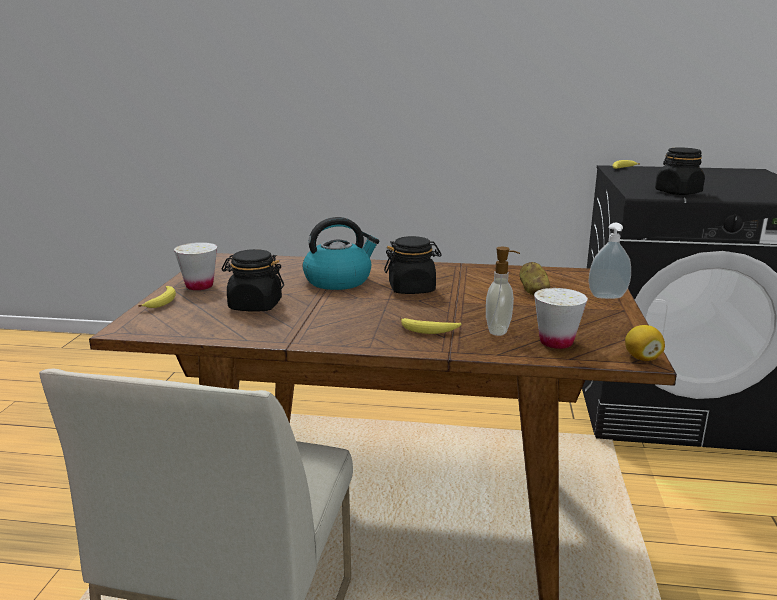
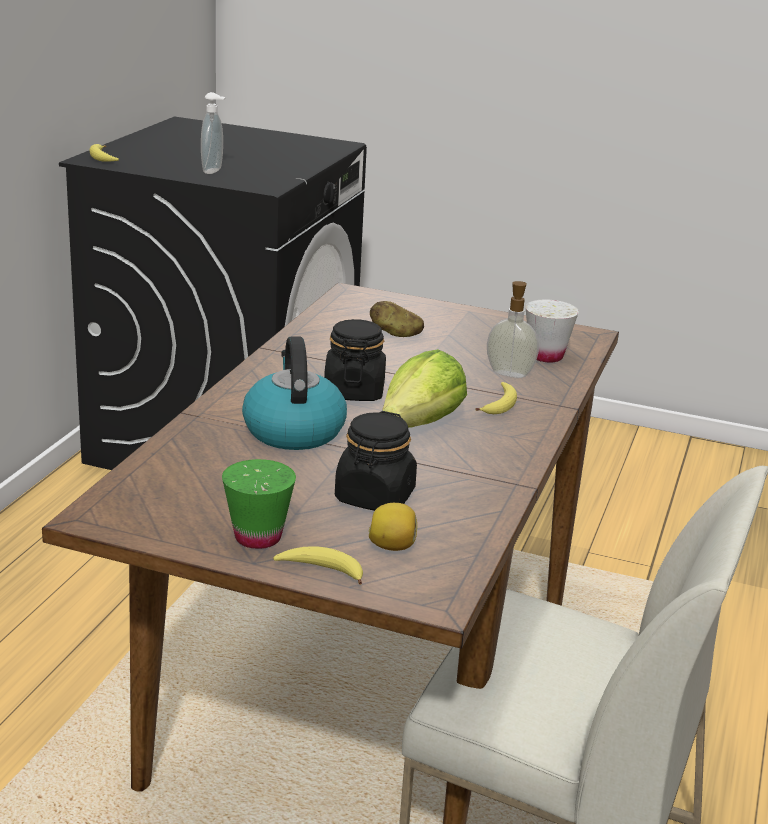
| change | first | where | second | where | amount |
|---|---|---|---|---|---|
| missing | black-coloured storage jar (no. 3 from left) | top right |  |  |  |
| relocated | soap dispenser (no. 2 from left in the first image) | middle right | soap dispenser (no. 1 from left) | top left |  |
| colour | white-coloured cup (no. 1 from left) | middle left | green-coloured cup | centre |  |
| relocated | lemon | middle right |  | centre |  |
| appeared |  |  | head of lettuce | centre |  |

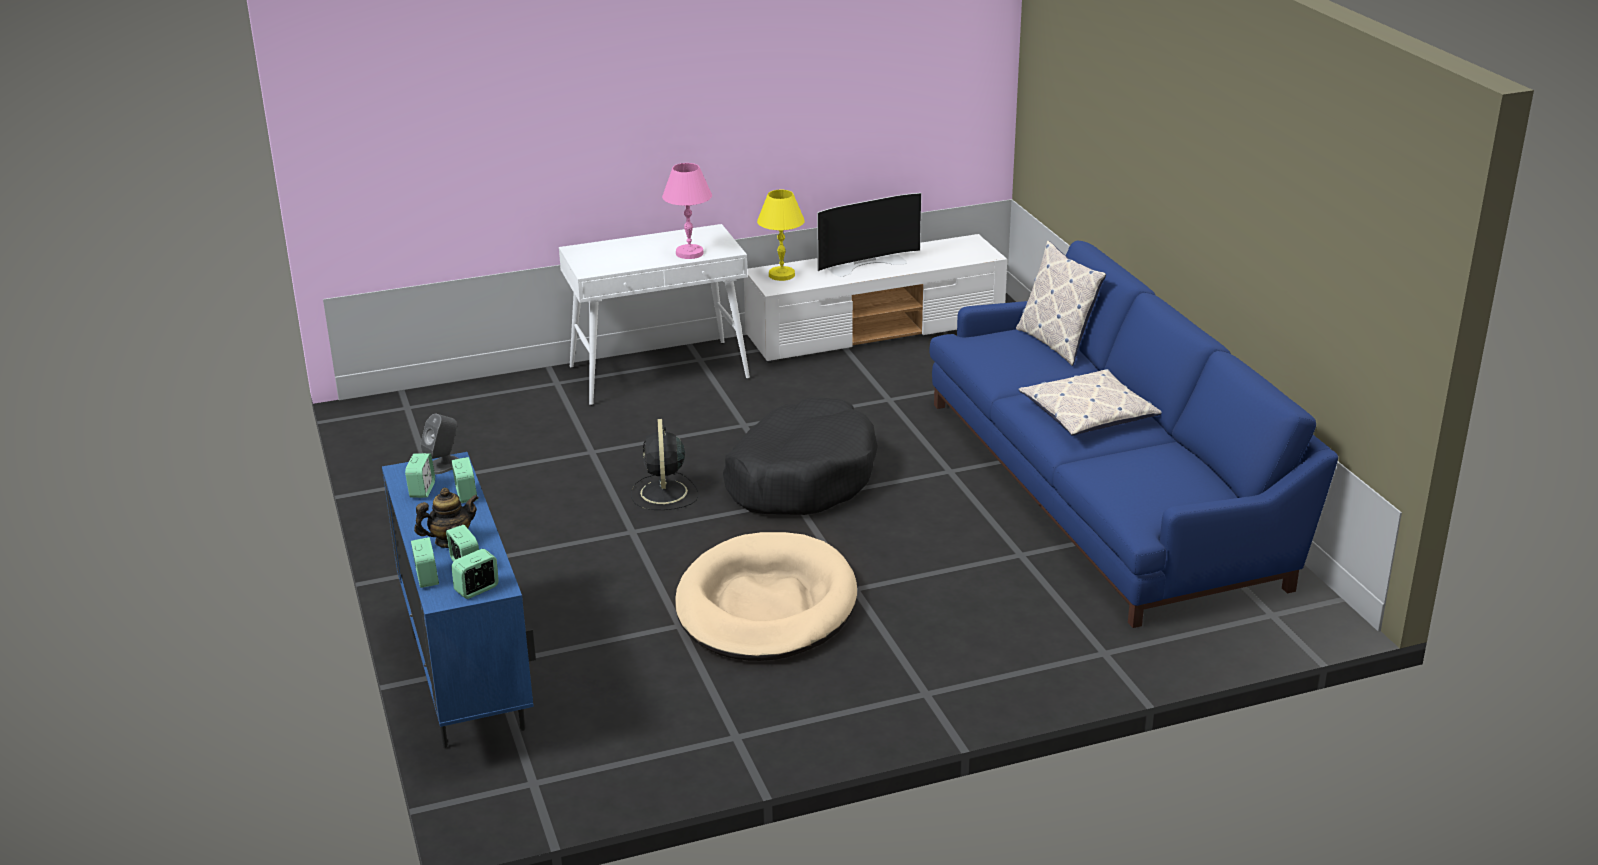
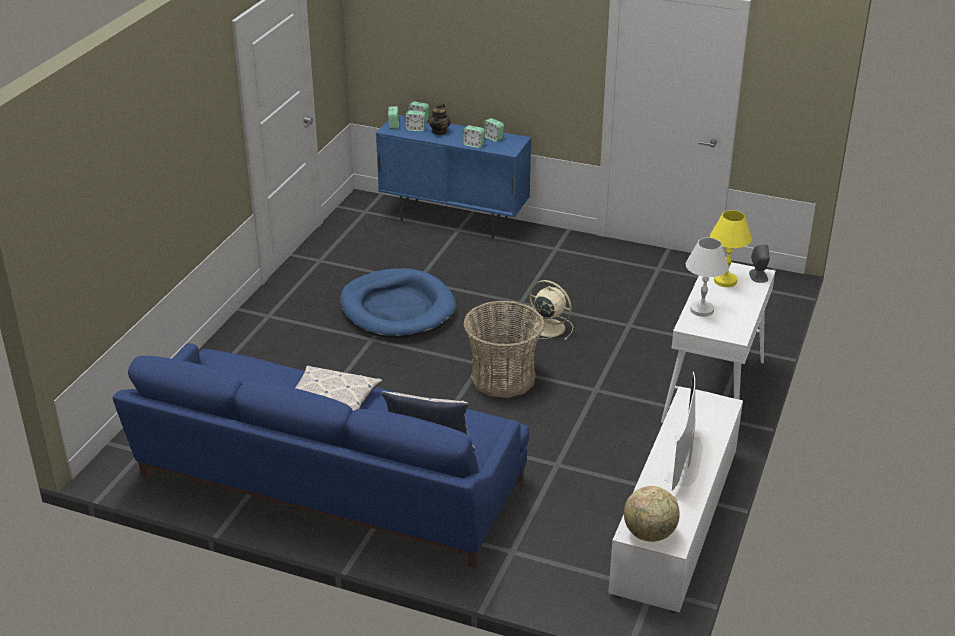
| change | first | where | second | where | amount |
|---|---|---|---|---|---|
| colour | pinkish tabletop lamp | top centre | white-coloured tabletop lamp | middle right |  |
| relocated | yellowish tabletop lamp | top centre |  | middle right |  |
| exchanged | black-coloured dog cushion | centre | household basket | centre |  |
| relocated | greyish loudspeaker | middle left |  | middle right |  |
| colour | black-coloured fan | centre | sand-coloured fan | centre |  |
| colour | sand-coloured dog cushion | bottom centre | bluish dog cushion | centre |  |
| appeared |  |  | world globe | bottom right |  |

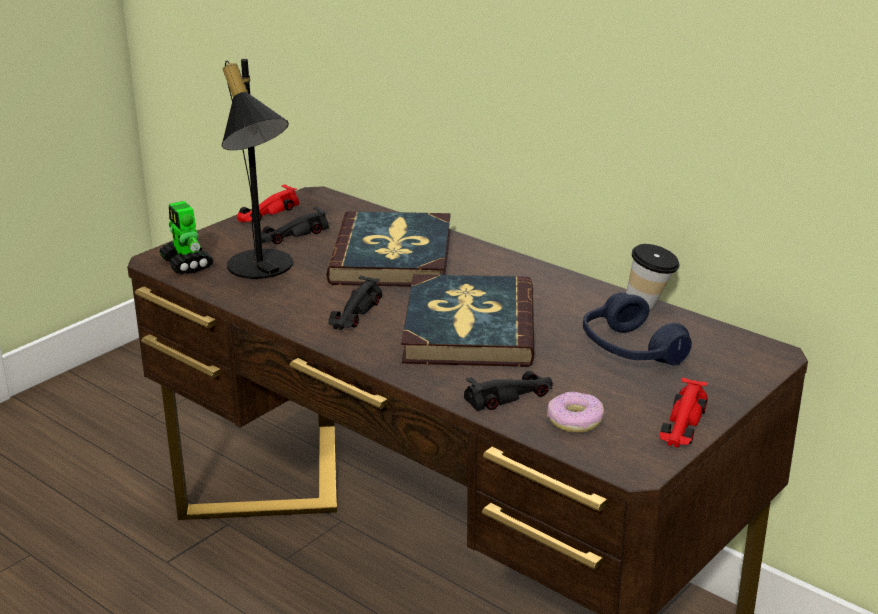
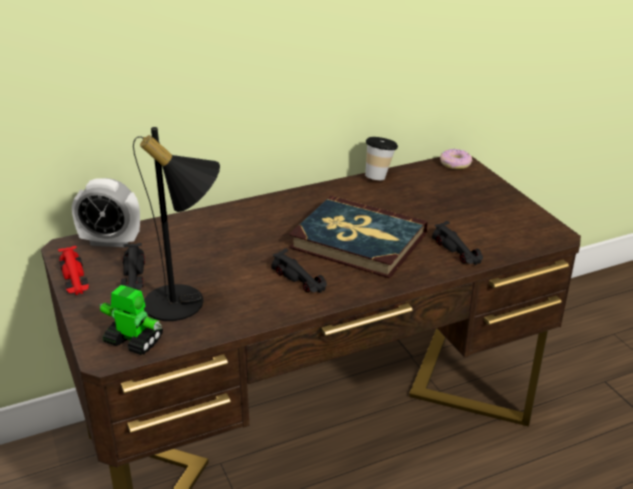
| change | first | where | second | where | amount |
|---|---|---|---|---|---|
| spun | toy robot | middle left |  | middle left | 150 degrees counterclockwise |
| missing | volume (no. 1 from left) | centre |  |  |  |
| missing | bluish headphones | middle right |  |  |  |
| spun | black-coloured miniature car (no. 3 from left) | centre |  | middle right | 150 degrees clockwise |
| missing | reddish miniature car (no. 2 from left) | bottom right |  |  |  |
| relocated | doughnut | bottom centre |  | top right |  |
| appeared |  |  | alarm clock | middle left |  |

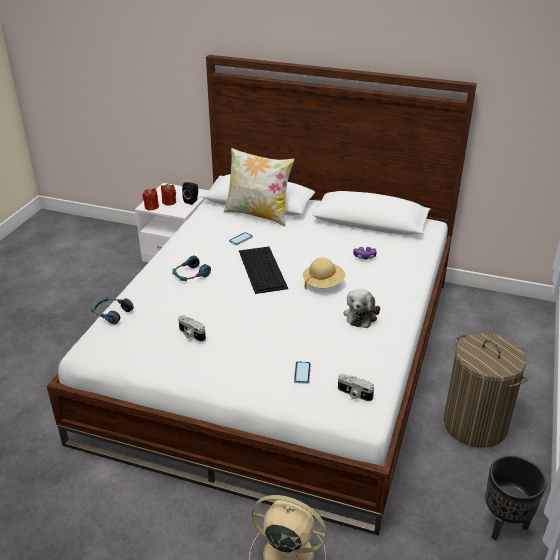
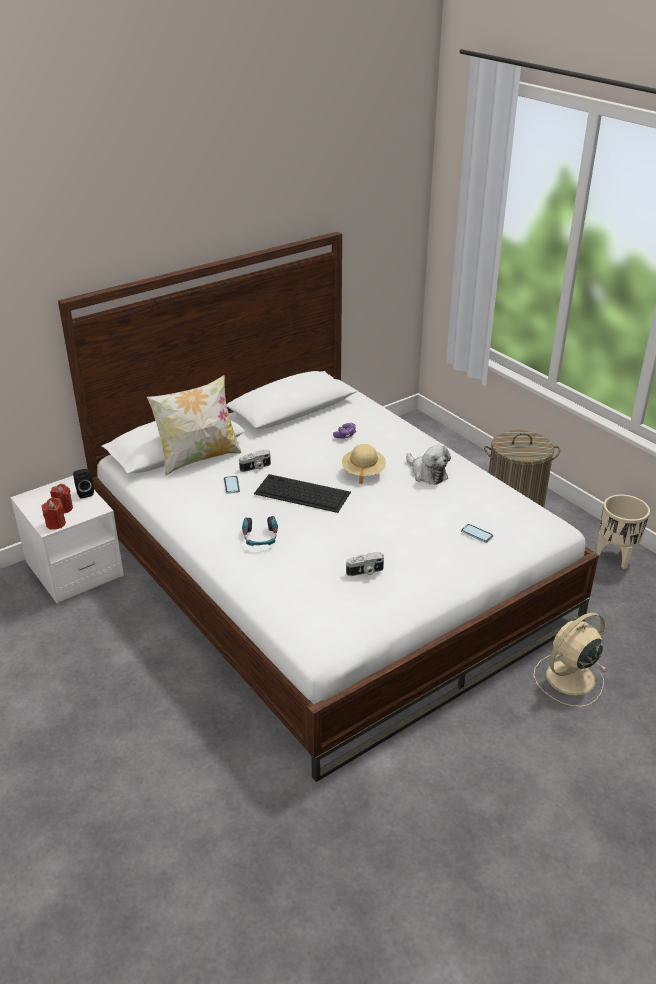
| change | first | where | second | where | amount |
|---|---|---|---|---|---|
| missing | headphones (no. 1 from left) | middle left |  |  |  |
| relocated | photo camera (no. 2 from left in the first image) | bottom centre | photo camera (no. 1 from left) | centre |  |
| colour | black-coloured flower pot | bottom right | sand-coloured flower pot | middle right |  |

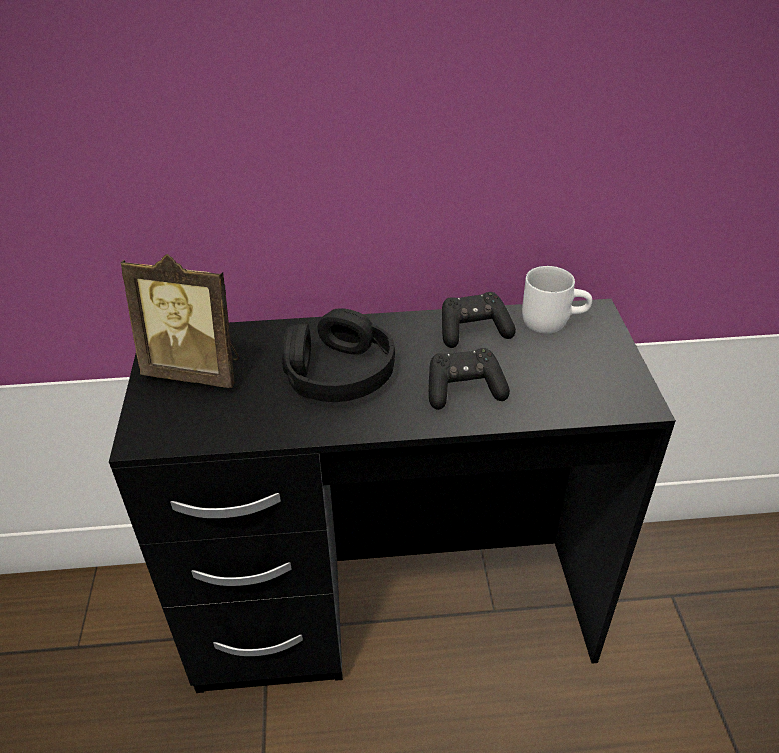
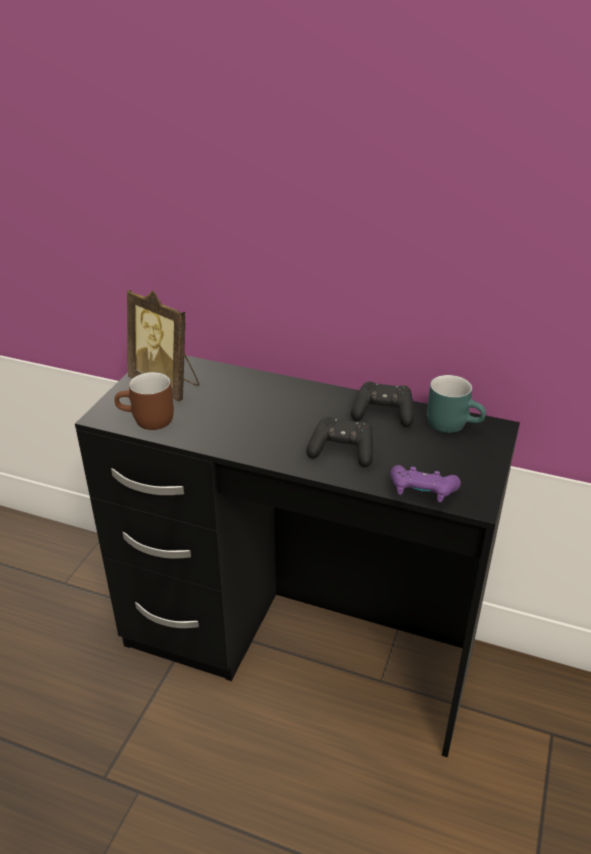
| change | first | where | second | where | amount |
|---|---|---|---|---|---|
| colour | white-coloured coffee mug | middle right | turquoise coffee mug | middle right |  |
| missing | black-coloured headphones | centre |  |  |  |
| appeared |  |  | brown coffee mug | middle left |  |
| appeared |  |  | purplish game controller | middle right |  |

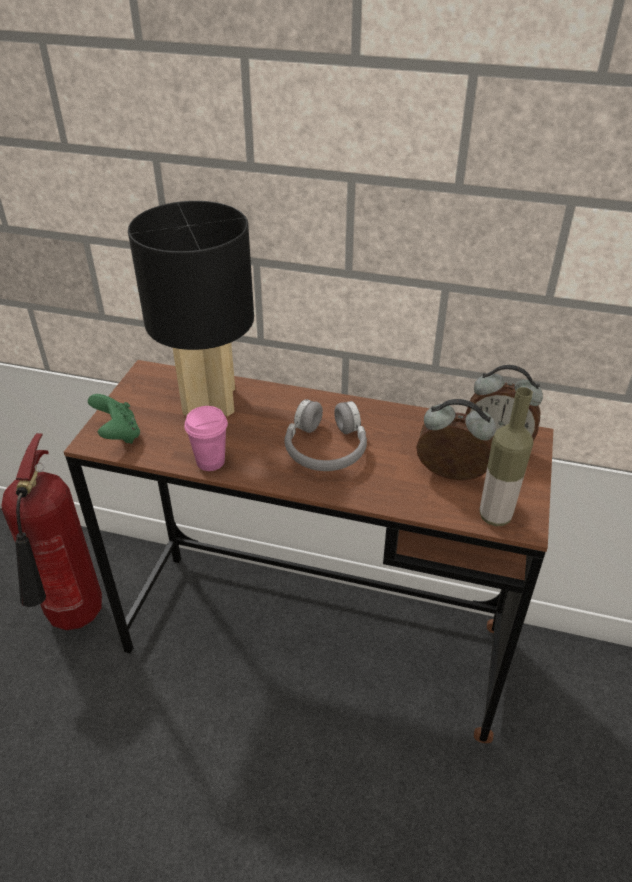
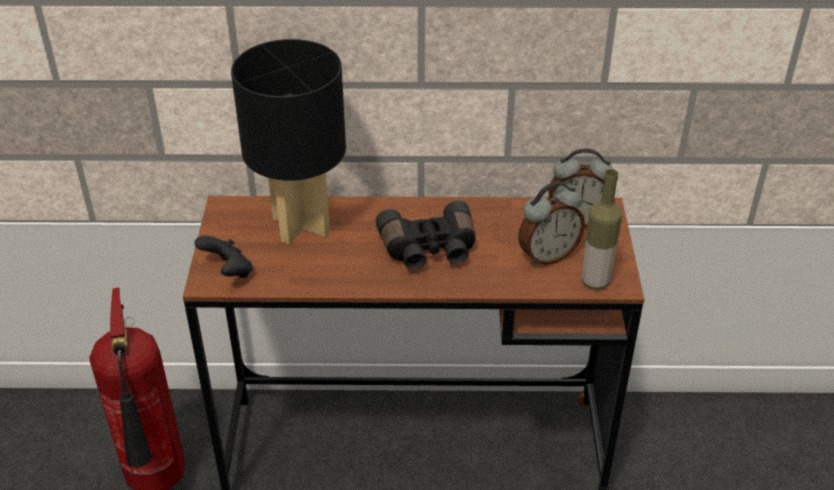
| change | first | where | second | where | amount |
|---|---|---|---|---|---|
| colour | green-coloured game controller | middle left | black-coloured game controller | middle left |  |
| exchanged | greyish headphones | centre | black-coloured binoculars | centre |  |
| spun | alarm clock (no. 1 from left) | middle right |  | centre | 150 degrees clockwise |
| missing | pinkish cup | middle left |  |  |  |

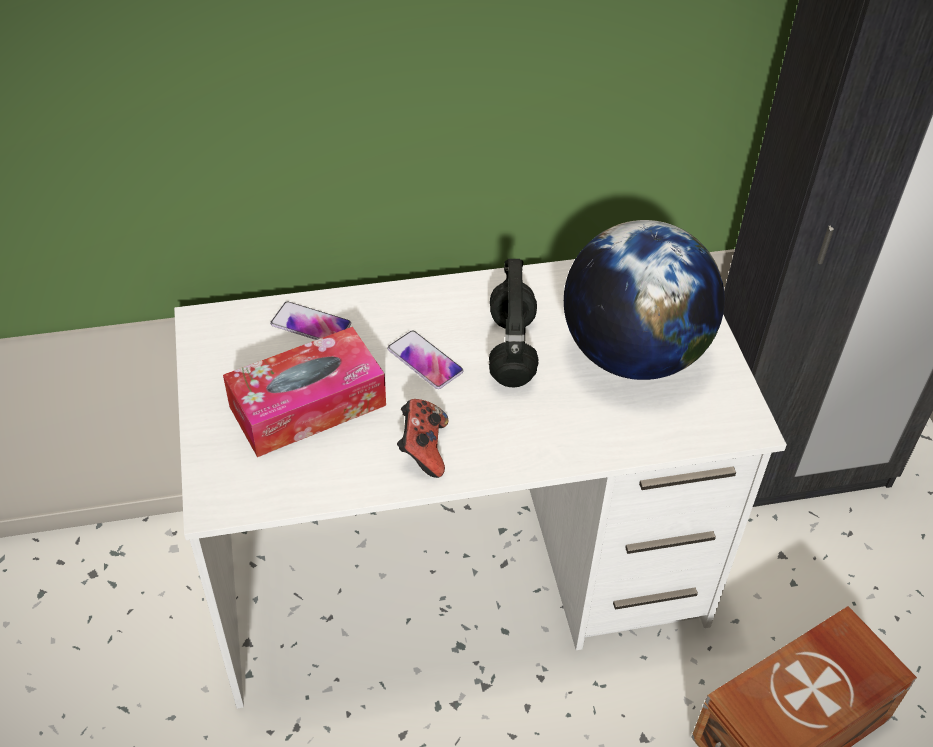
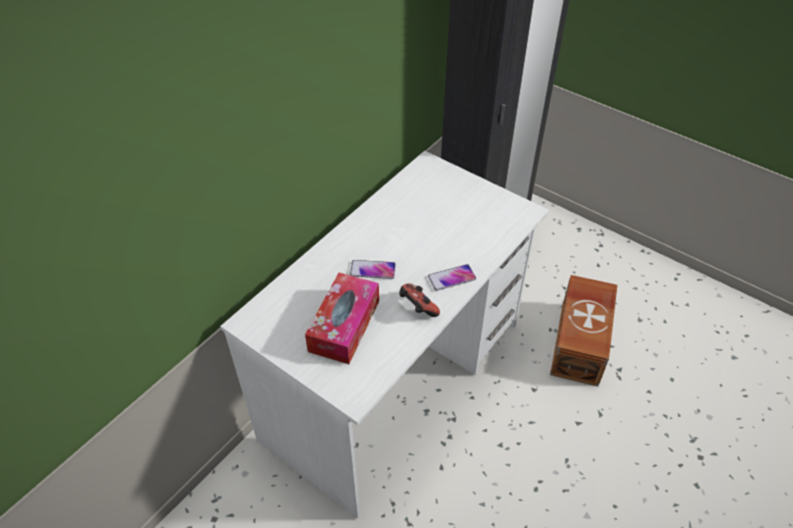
| change | first | where | second | where | amount |
|---|---|---|---|---|---|
| missing | world globe | middle right |  |  |  |
| missing | black-coloured headphones | centre |  |  |  |
| relocated | phone (no. 1 from left in the first image) | middle left | phone (no. 2 from left) | centre |  |

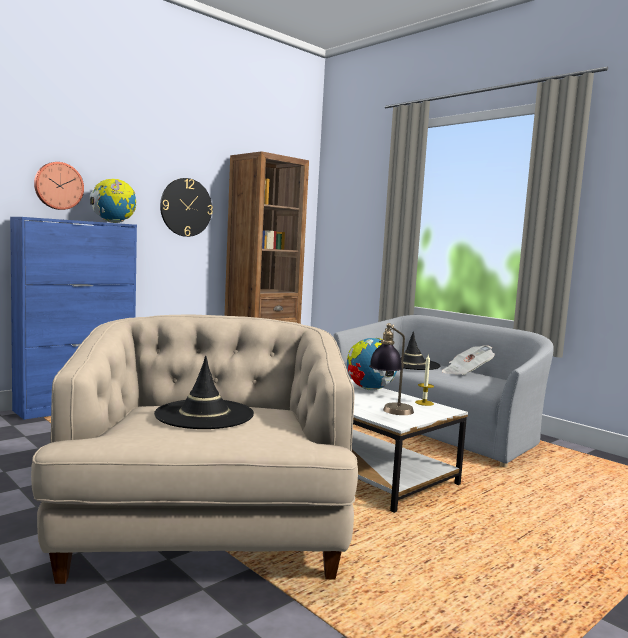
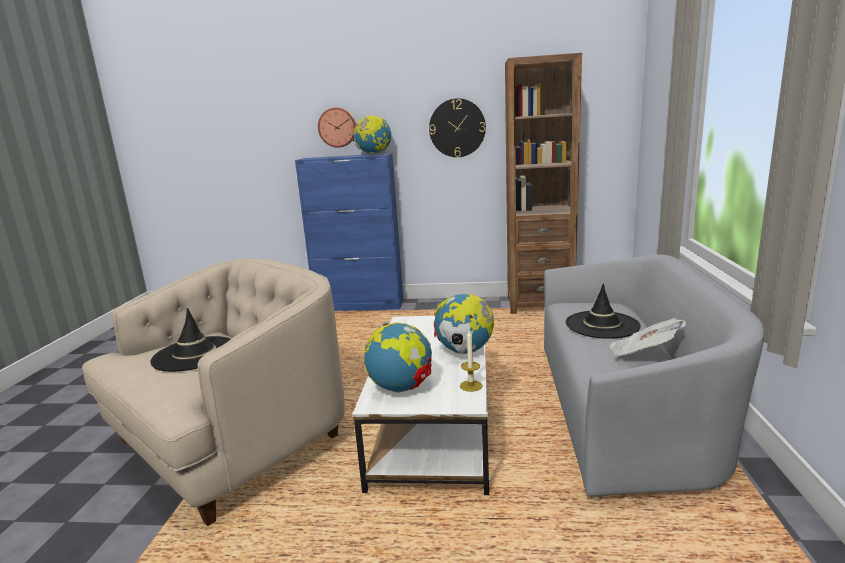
| change | first | where | second | where | amount |
|---|---|---|---|---|---|
| exchanged | tabletop lamp | centre | world globe (no. 2 from left) | centre |  |

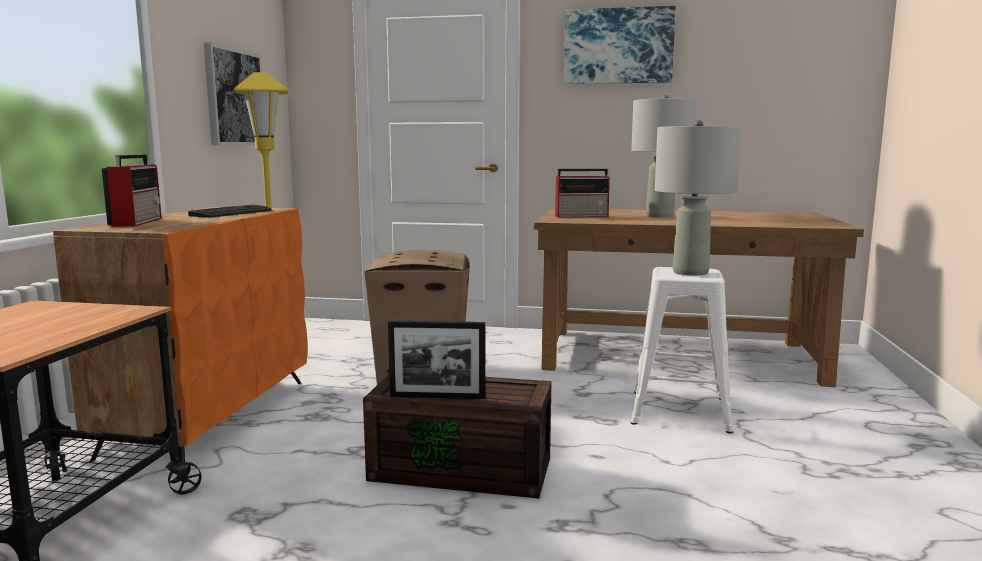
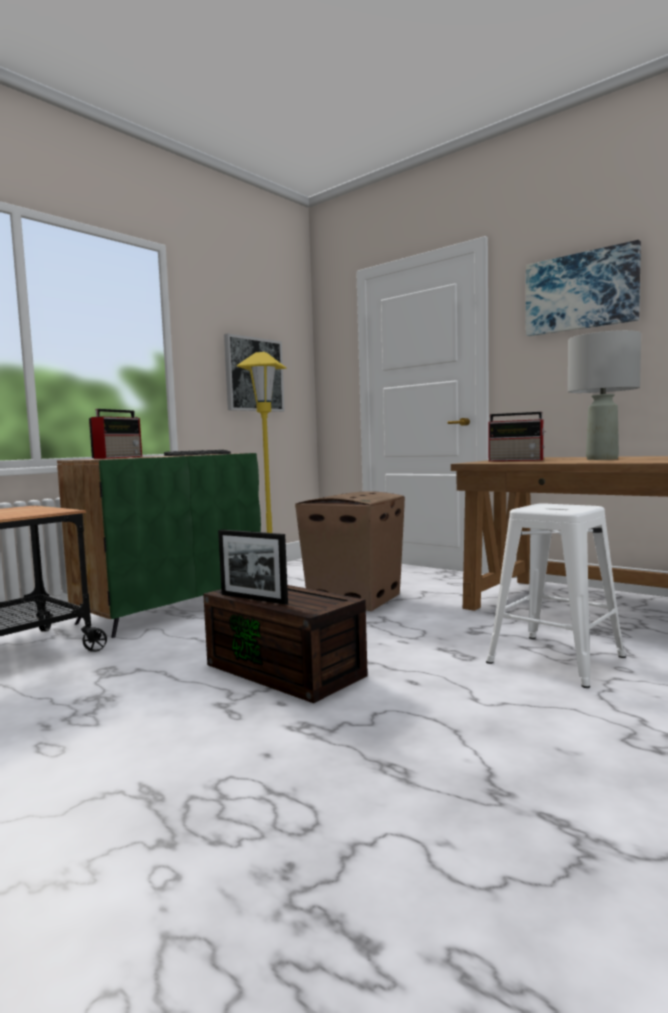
| change | first | where | second | where | amount |
|---|---|---|---|---|---|
| missing | greyish tabletop lamp (no. 2 from left) | middle right |  |  |  |
| colour | orangey cupboard | middle left | green-coloured cupboard | middle left |  |

